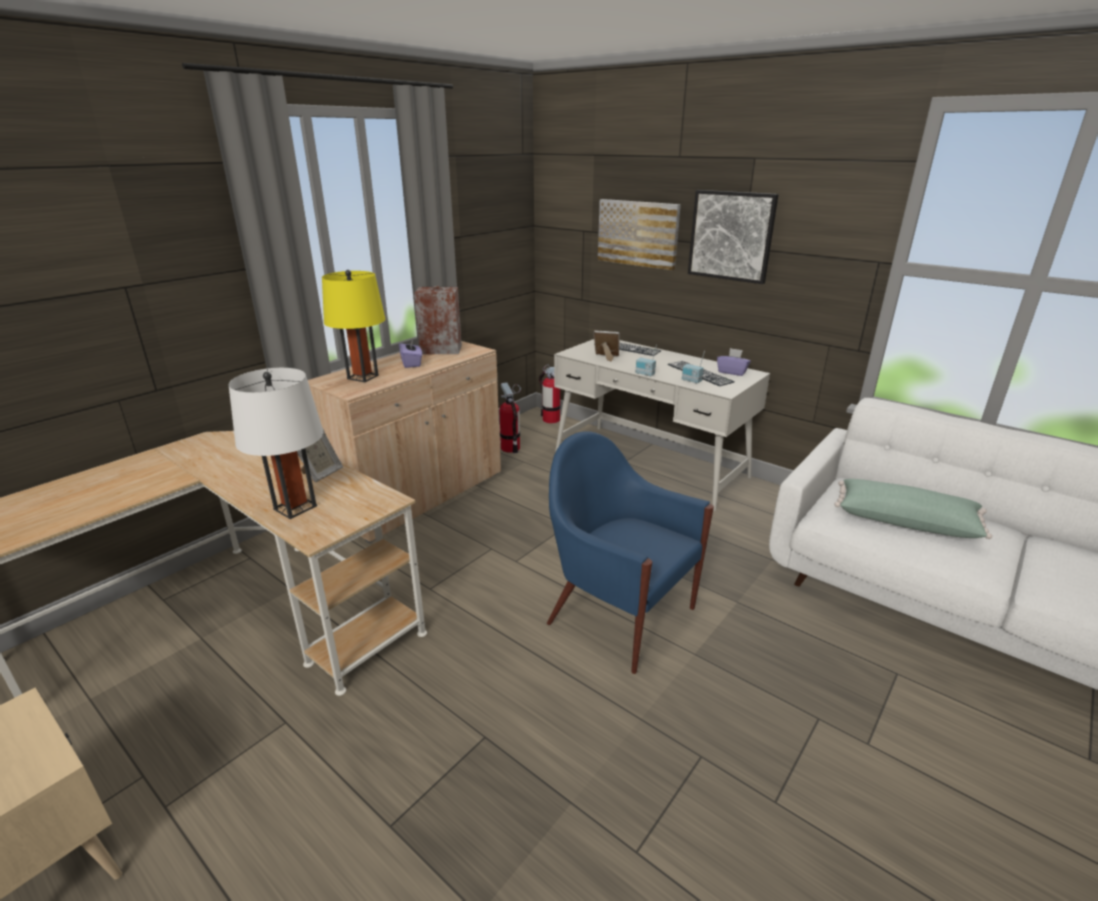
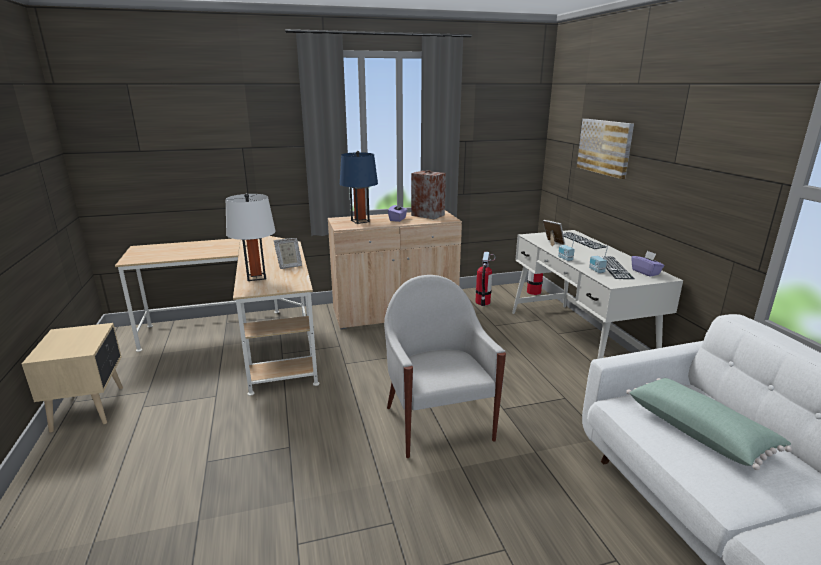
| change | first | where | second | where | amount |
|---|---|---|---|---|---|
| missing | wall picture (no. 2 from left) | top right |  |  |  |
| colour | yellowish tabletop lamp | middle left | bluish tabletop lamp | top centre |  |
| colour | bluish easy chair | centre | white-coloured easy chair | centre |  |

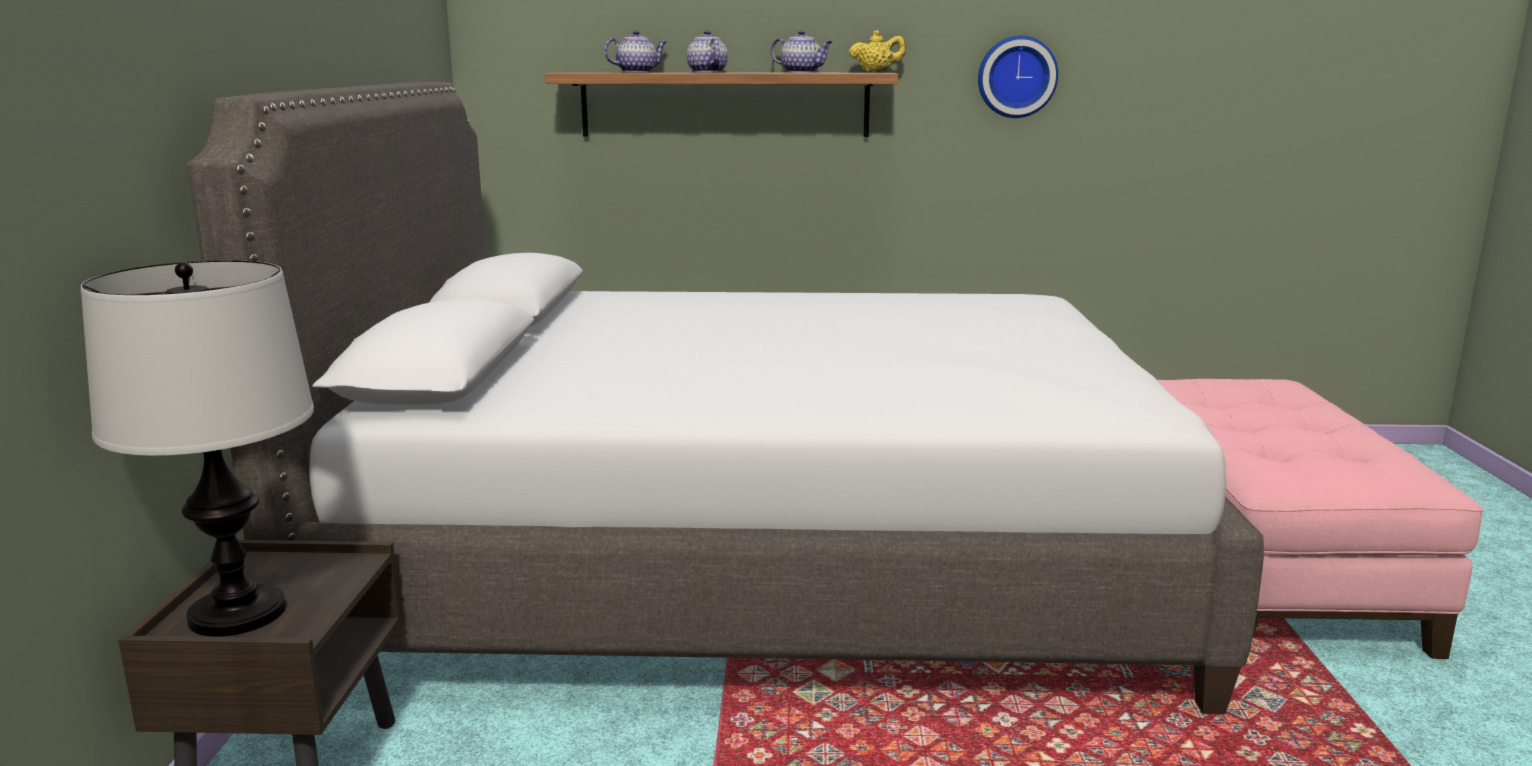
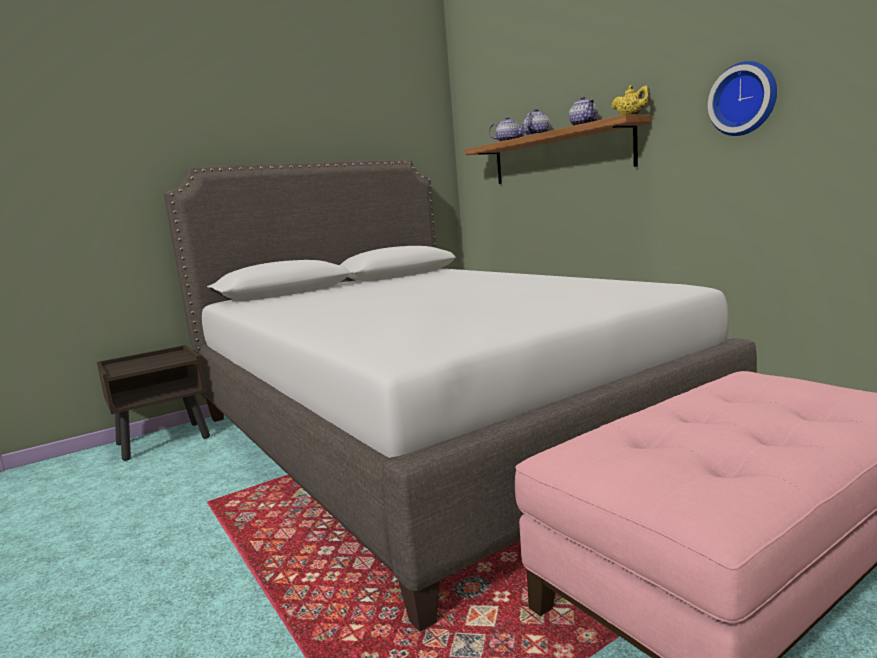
| change | first | where | second | where | amount |
|---|---|---|---|---|---|
| missing | tabletop lamp | middle left |  |  |  |

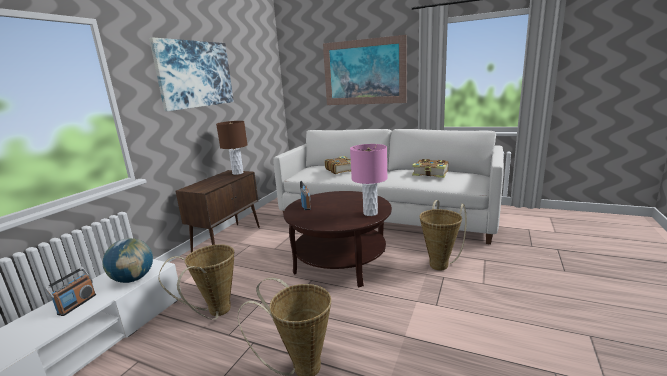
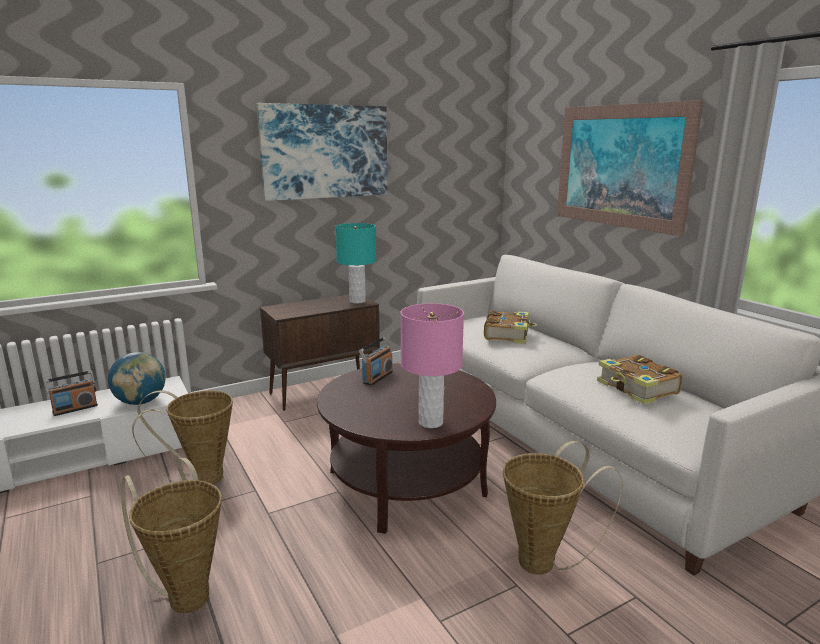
| change | first | where | second | where | amount |
|---|---|---|---|---|---|
| colour | brown tabletop lamp | centre | turquoise tabletop lamp | centre |  |

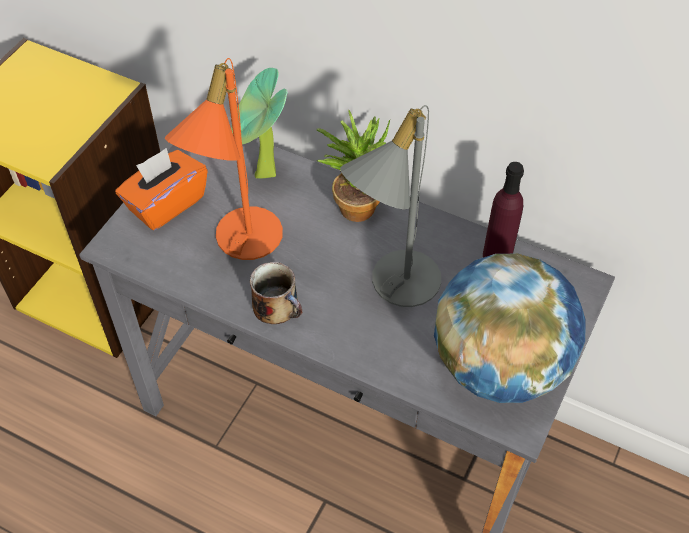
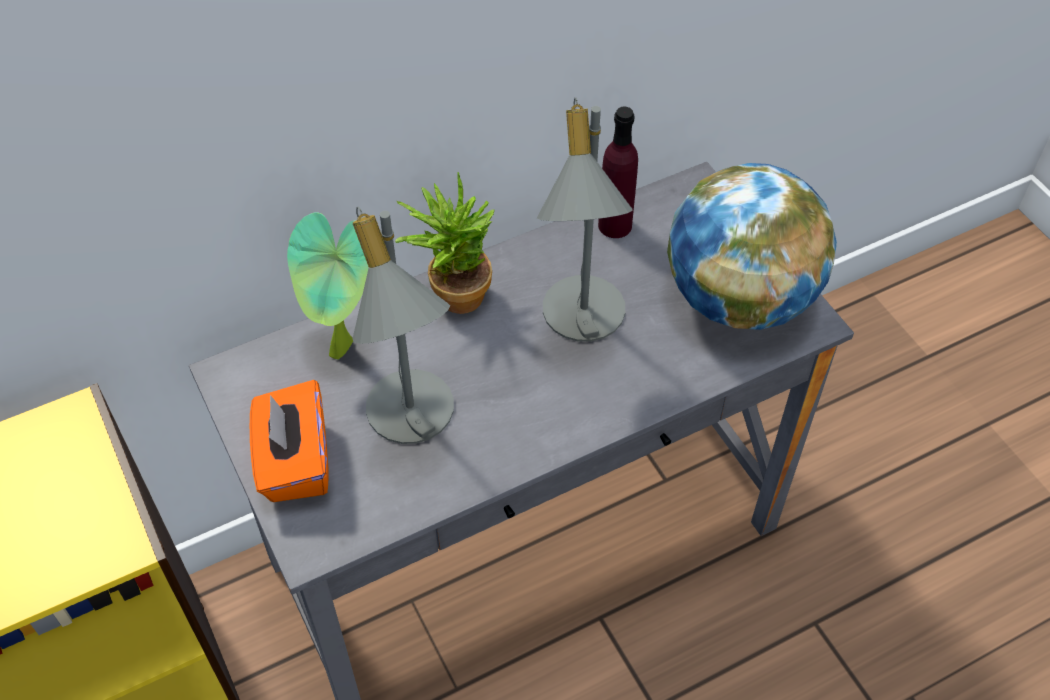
| change | first | where | second | where | amount |
|---|---|---|---|---|---|
| colour | orangey tabletop lamp | top left | greyish tabletop lamp (no. 1 from left) | centre |  |
| missing | coffee mug | centre |  |  |  |

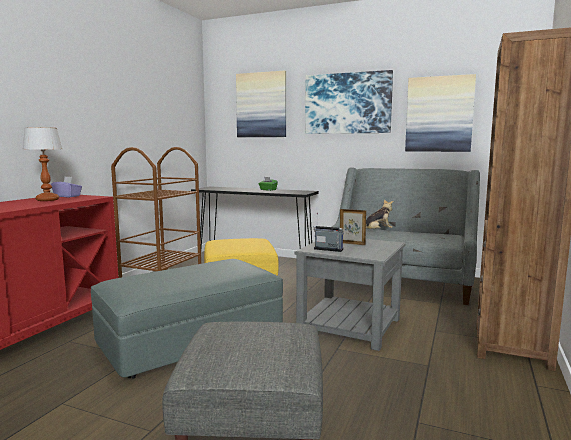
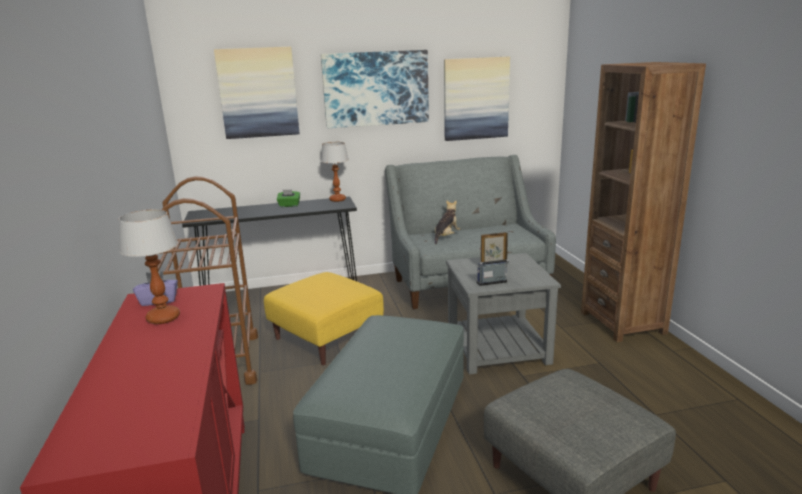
| change | first | where | second | where | amount |
|---|---|---|---|---|---|
| appeared |  |  | tabletop lamp (no. 2 from left) | centre |  |

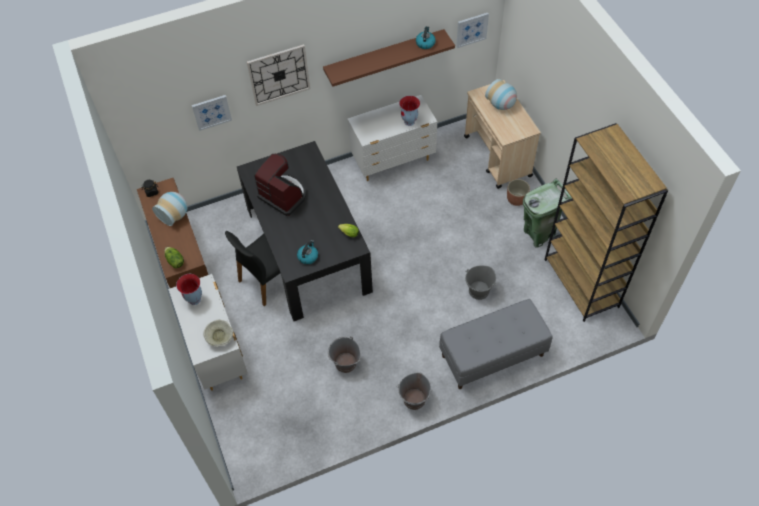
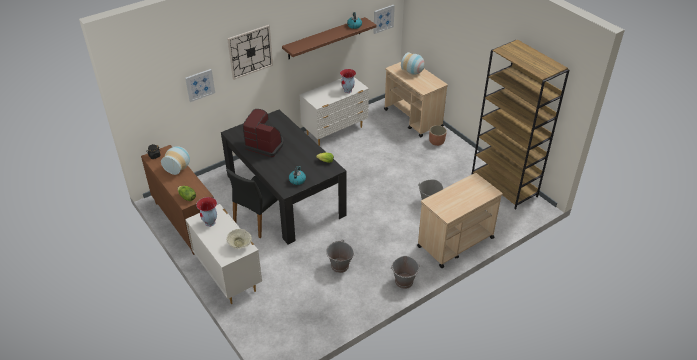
| change | first | where | second | where | amount |
|---|---|---|---|---|---|
| missing | green-coloured trash can | middle right |  |  |  |
| exchanged | greyish indoor bench | bottom centre | sand-coloured trolley (no. 2 from left) | centre |  |

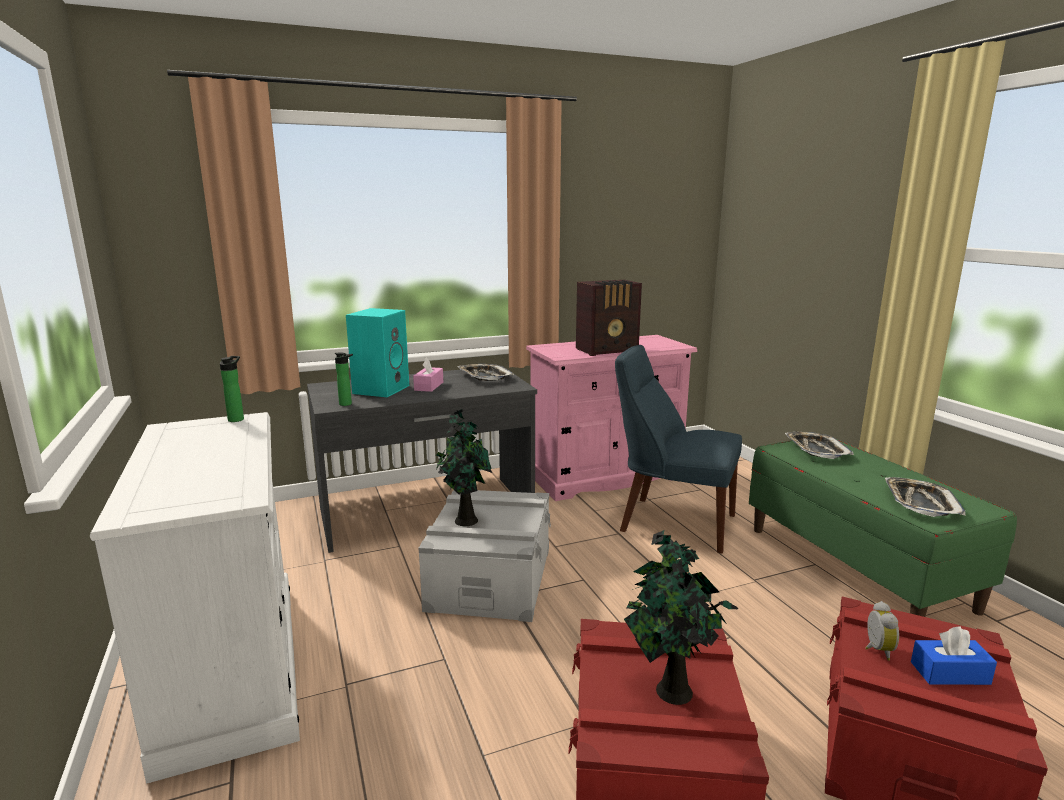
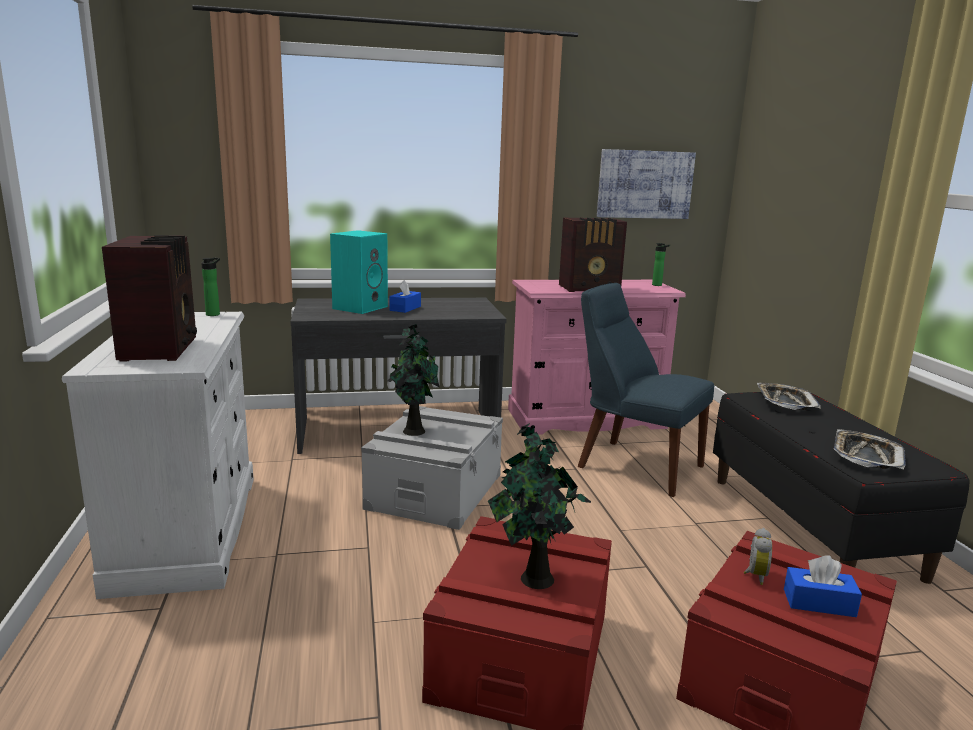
| change | first | where | second | where | amount |
|---|---|---|---|---|---|
| relocated | beverage bottle (no. 2 from left) | middle left |  | middle right |  |
| colour | pinkish box of tissues | centre | bluish box of tissues (no. 1 from left) | centre |  |
| missing | tray (no. 1 from left) | centre |  |  |  |
| colour | green-coloured indoor bench | middle right | black-coloured indoor bench | bottom right |  |
| appeared |  |  | wall picture | top centre |  |
| appeared |  |  | radio receiver (no. 1 from left) | middle left |  |

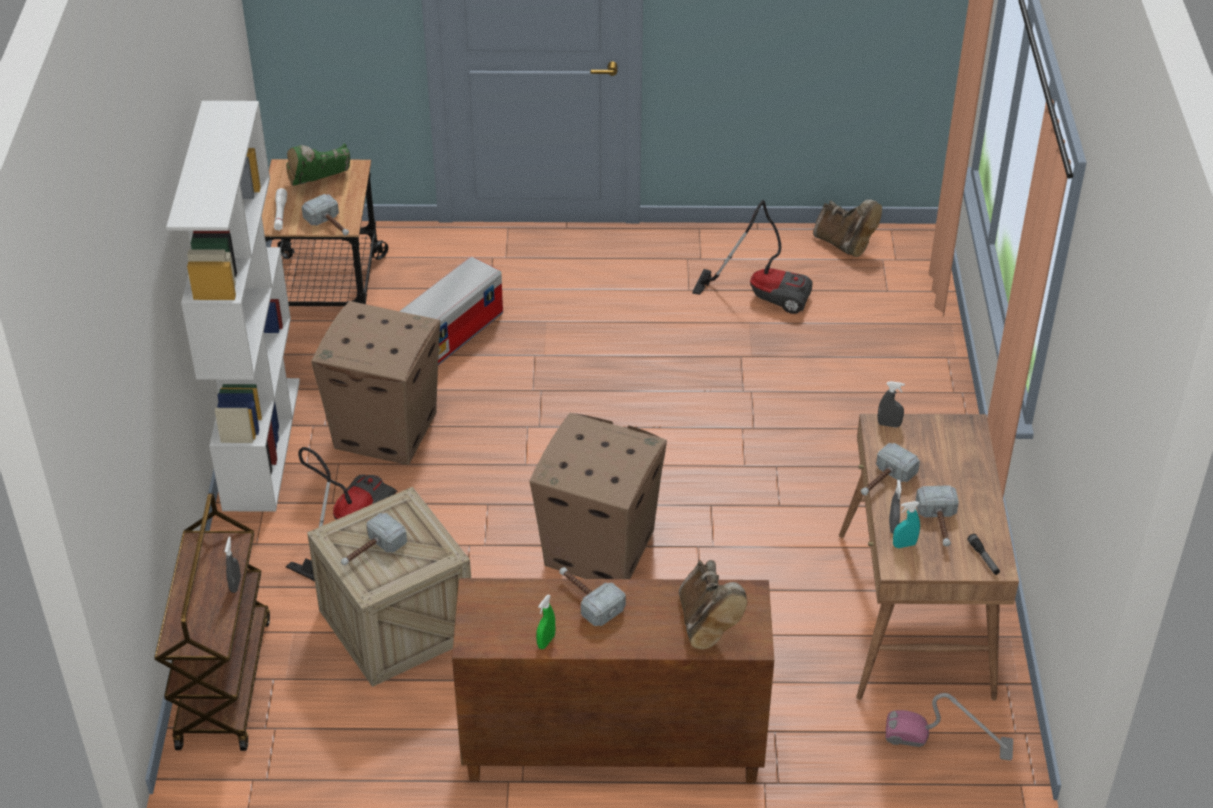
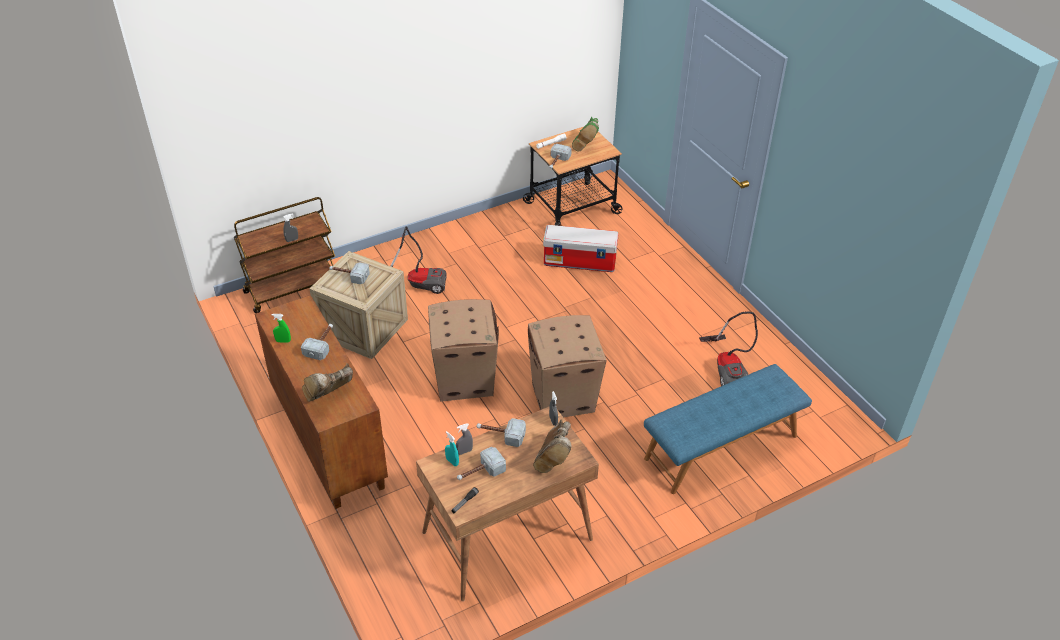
| change | first | where | second | where | amount |
|---|---|---|---|---|---|
| missing | white-coloured bookshelf | middle left |  |  |  |
| spun | green-coloured boot | top left |  | top centre | 105 degrees counterclockwise |
| relocated | brown boot (no. 2 from left) | top right |  | bottom centre |  |
| relocated | cardboard box (no. 1 from left in the first image) | middle left | cardboard box (no. 2 from left) | centre |  |
| missing | hoover (no. 3 from left) | bottom right |  |  |  |
| appeared |  |  | bluish indoor bench | bottom right |  |

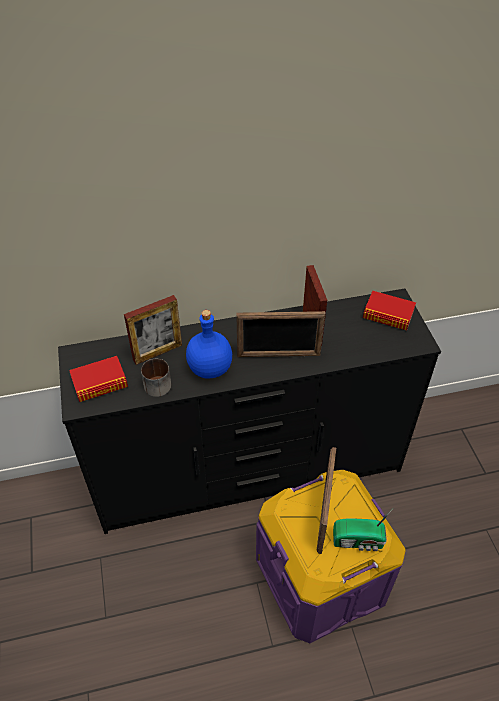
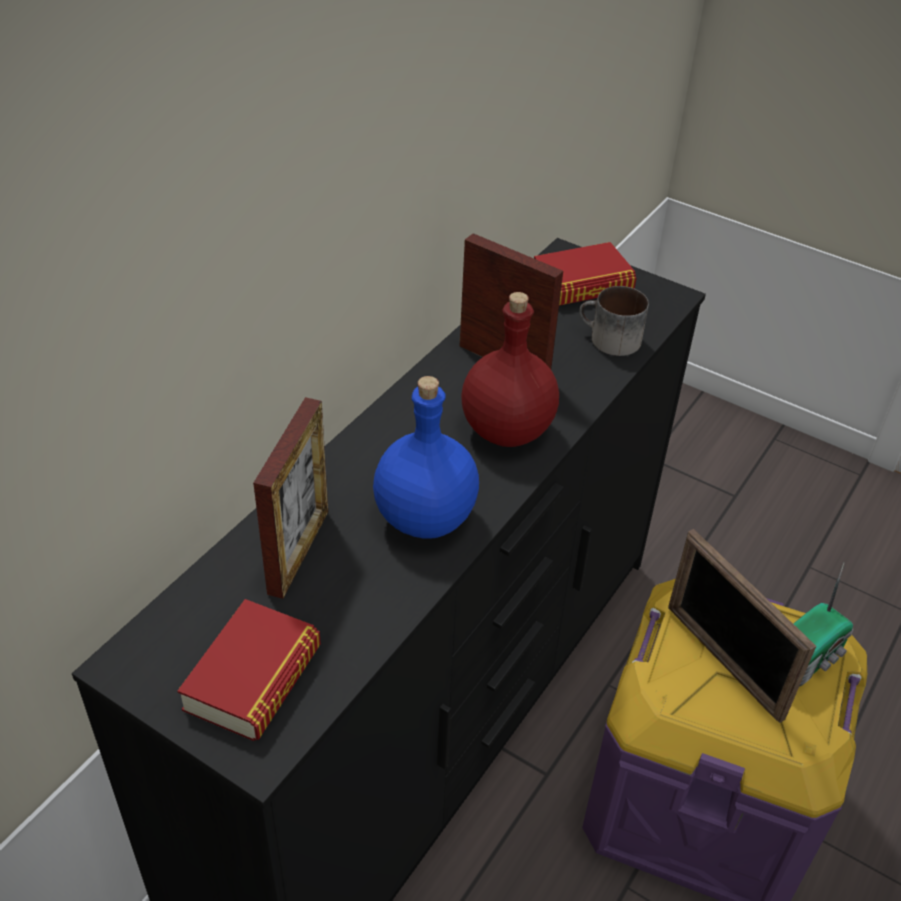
| change | first | where | second | where | amount |
|---|---|---|---|---|---|
| exchanged | standing frame (no. 2 from left) | centre | reddish beverage bottle | centre |  |
| relocated | coffee mug | middle left |  | middle right |  |

